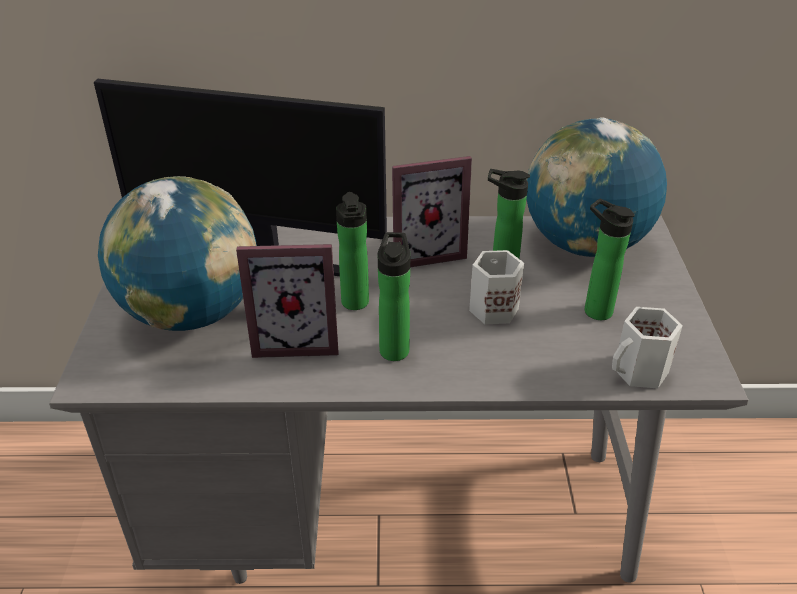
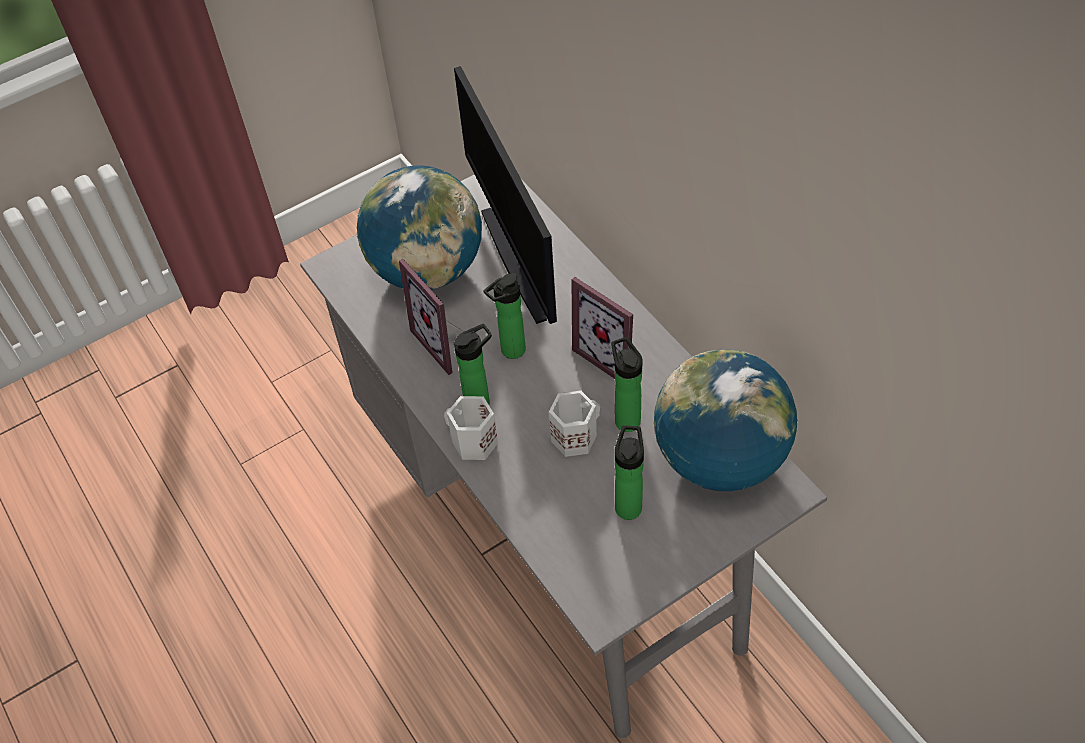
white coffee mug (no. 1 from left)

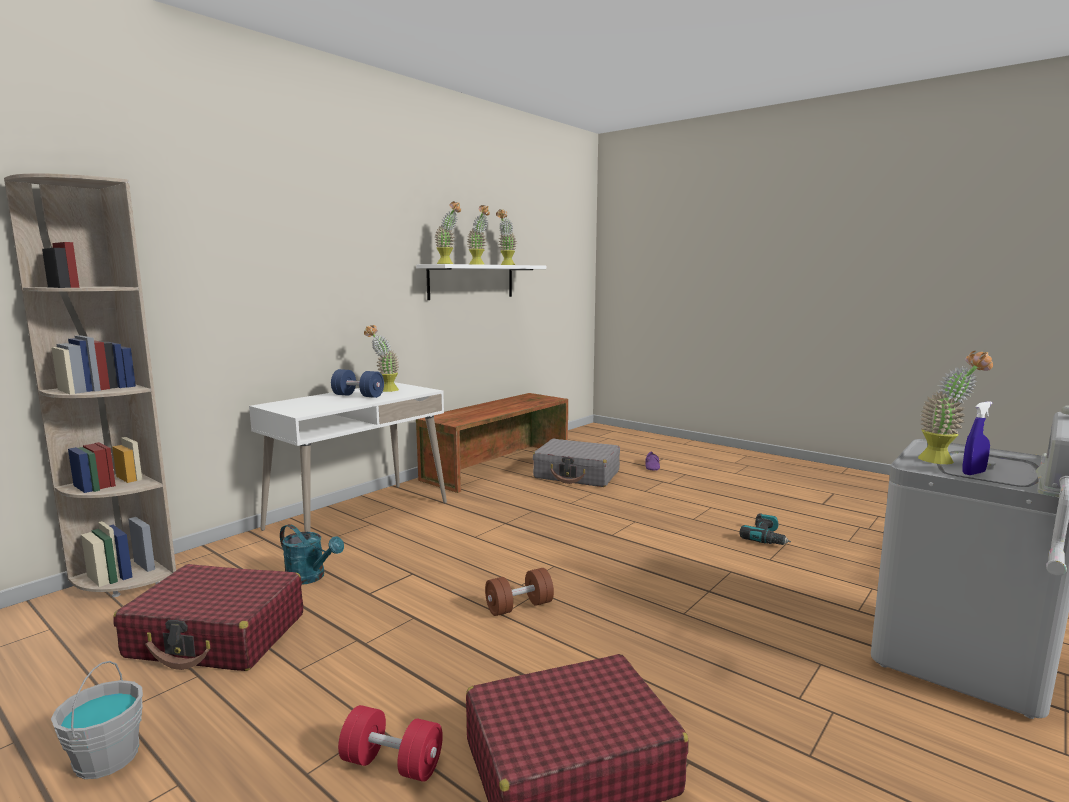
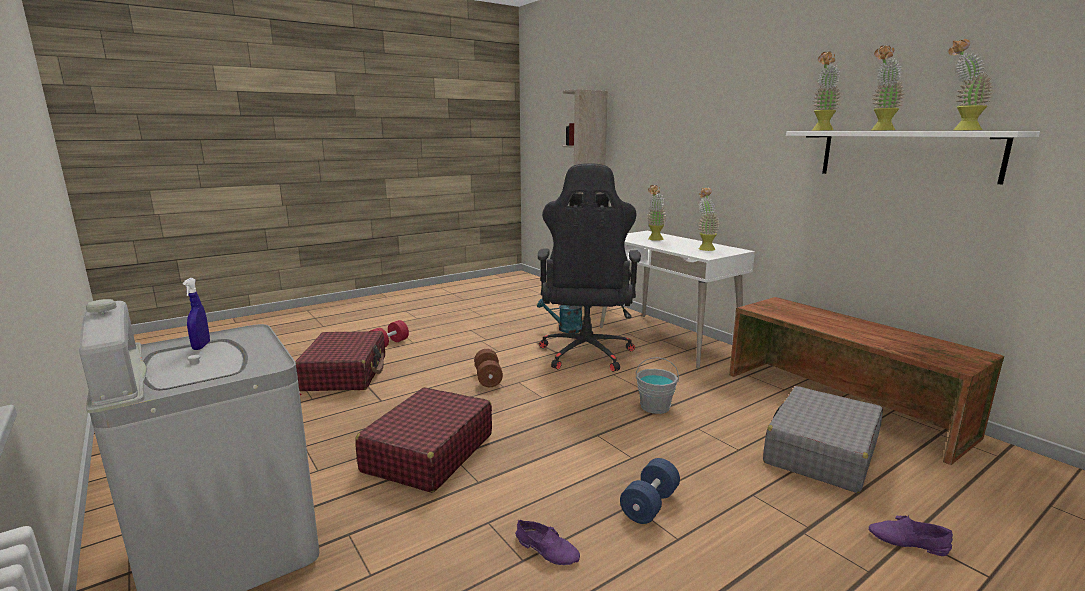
plant in a pot (no. 1 from left)
bluish hand weight
purple-coloured item of footwear (no. 1 from left)
blue-green sprinkling can
red suitcase (no. 2 from left)
greyish bucket
black-coloured computer chair

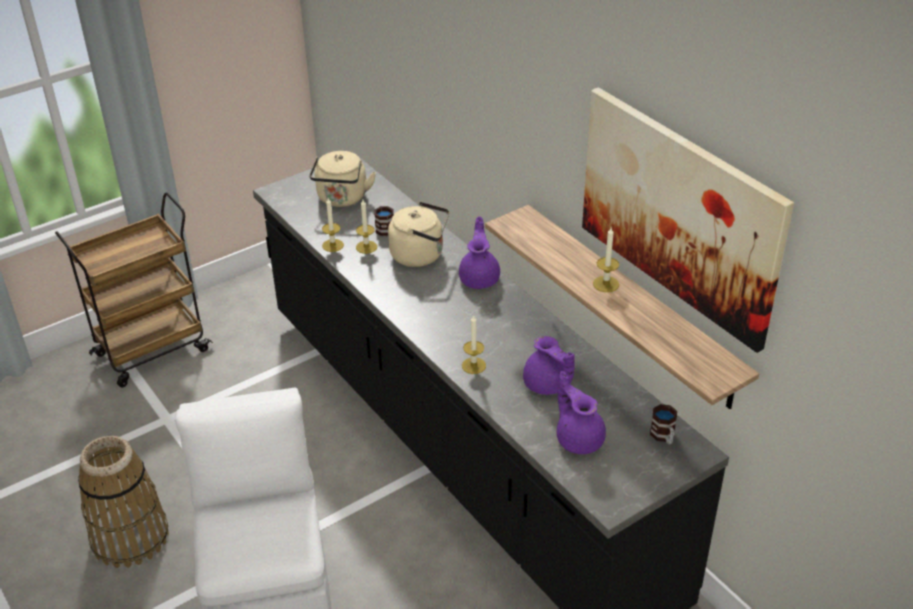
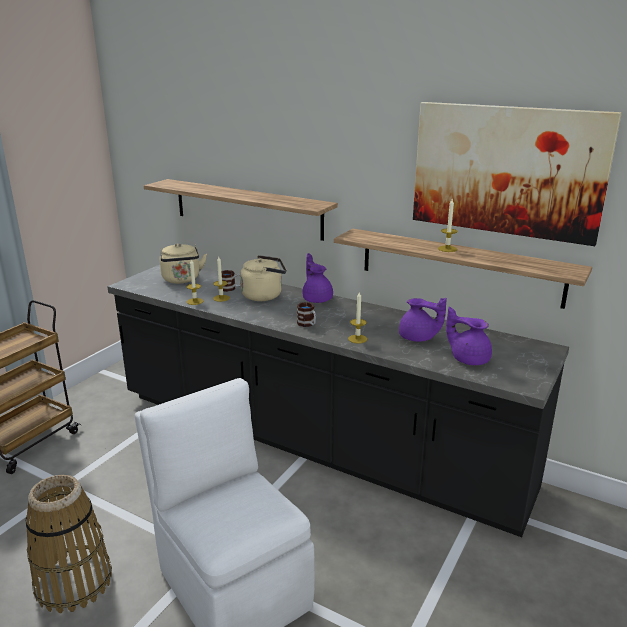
coffee mug (no. 2 from left)
shelf (no. 1 from left)

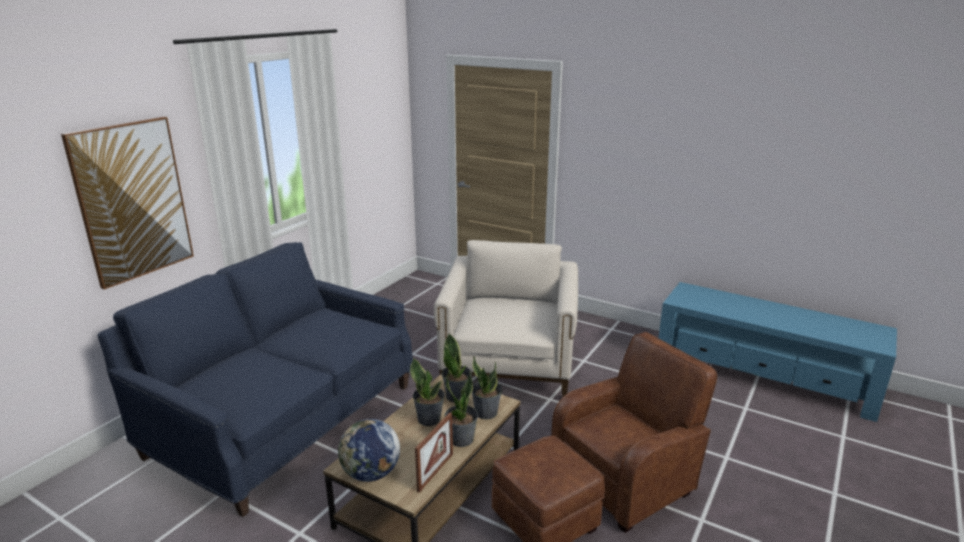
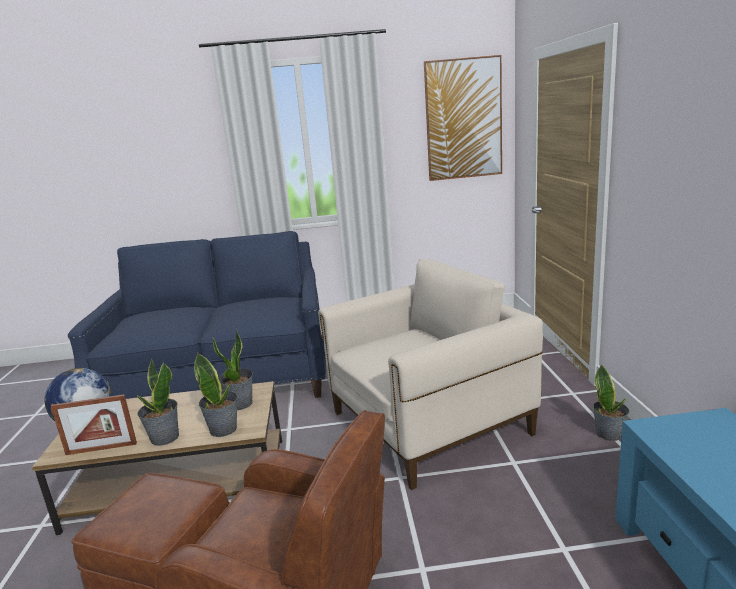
wall art
plant in a pot (no. 4 from left)

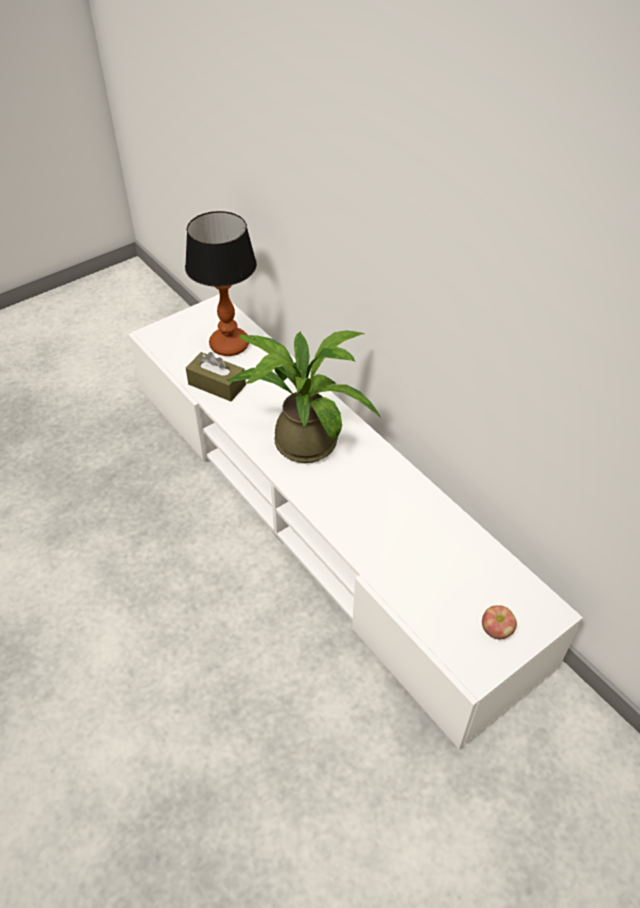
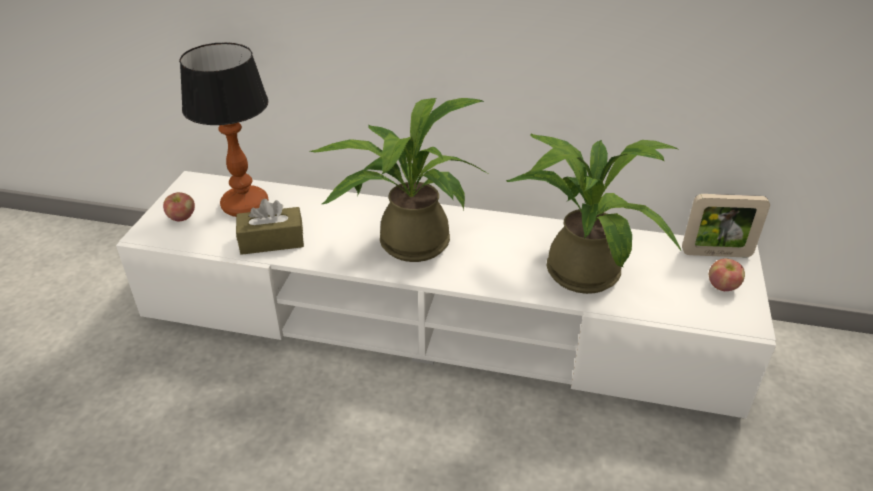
plant in a pot (no. 2 from left)
whole apple (no. 1 from left)
photo frame

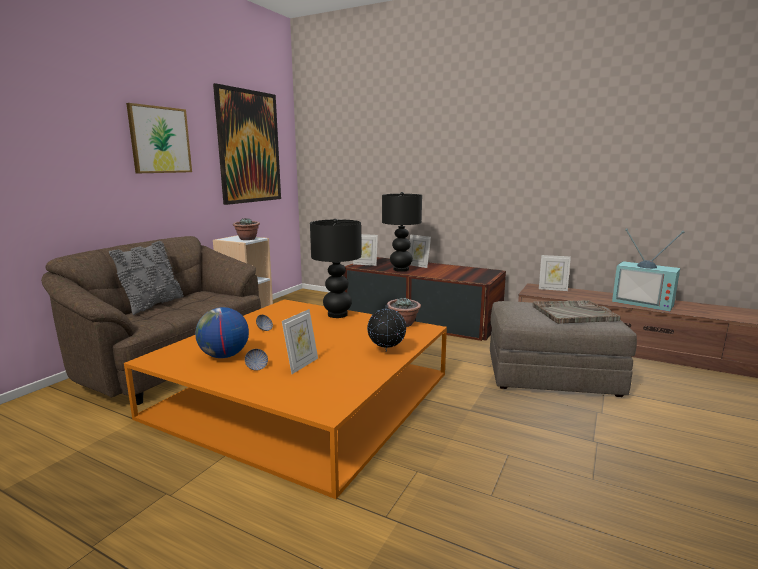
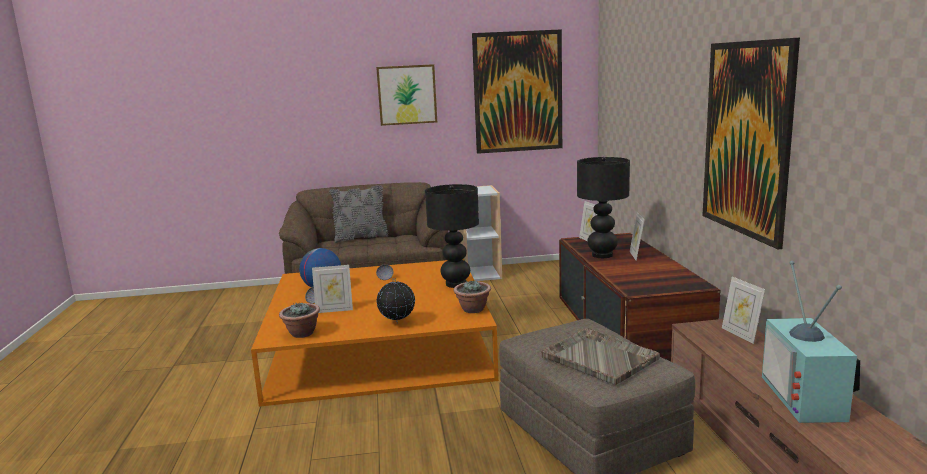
plant in a pot (no. 1 from left)
wall art (no. 3 from left)

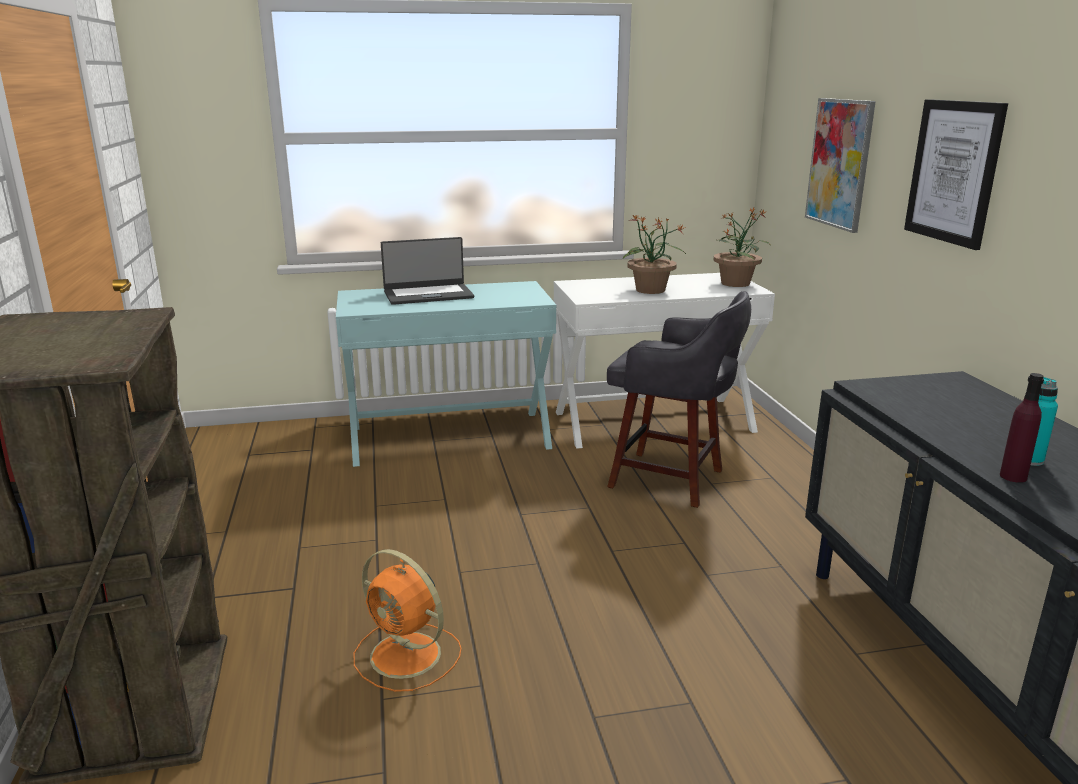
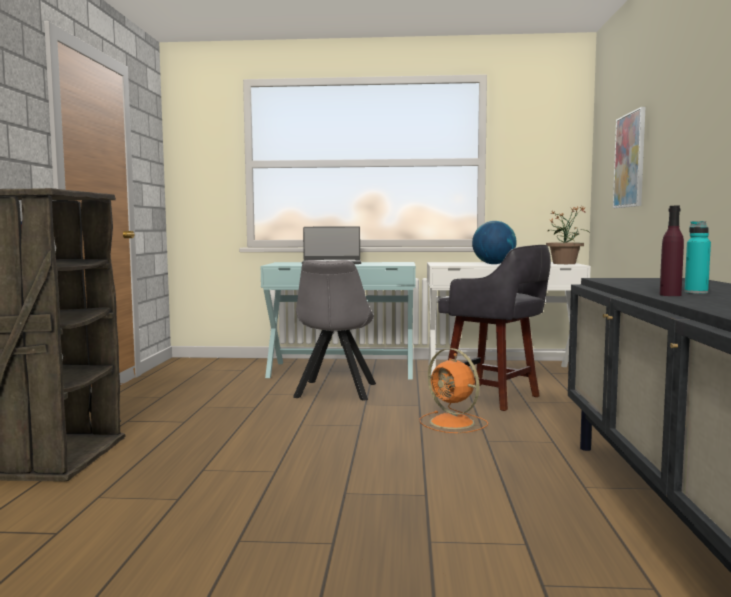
wall art (no. 2 from left in the first image)
globe
orange electric fan
greyish chair

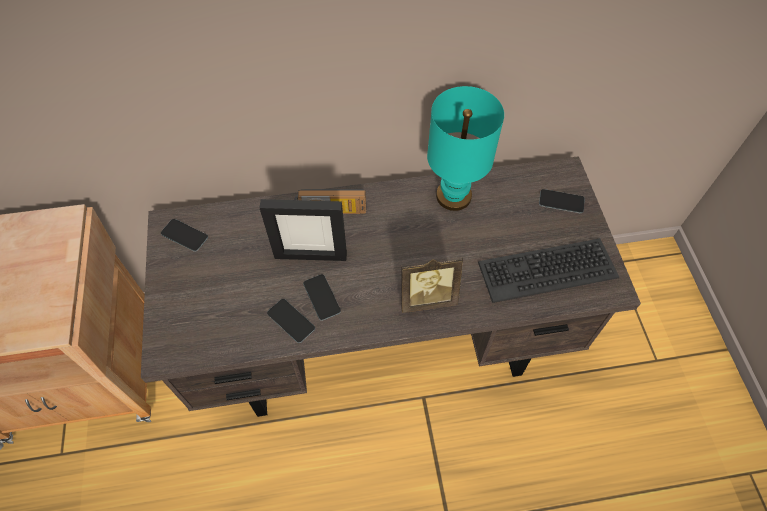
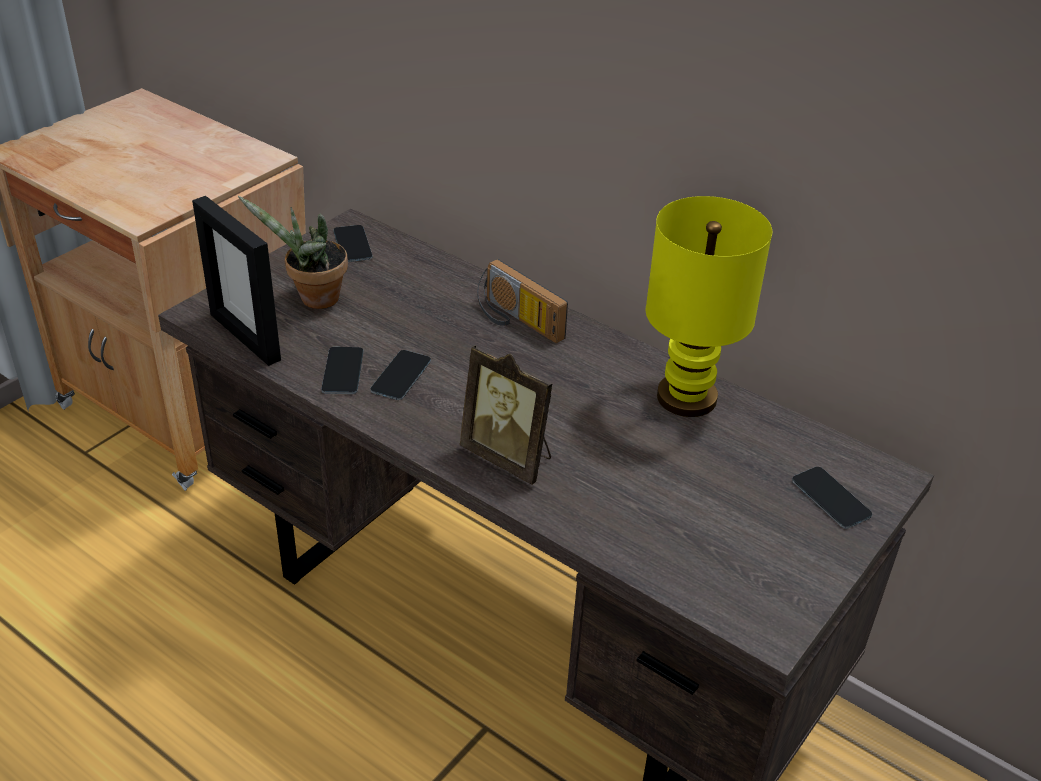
yellowish table lamp
photo frame (no. 1 from left)
PC keyboard
plant in a pot

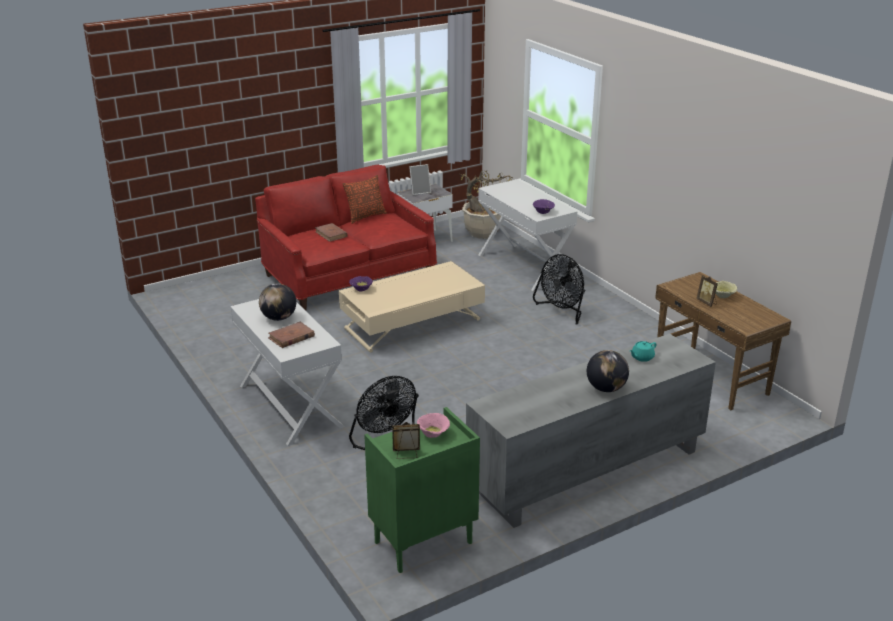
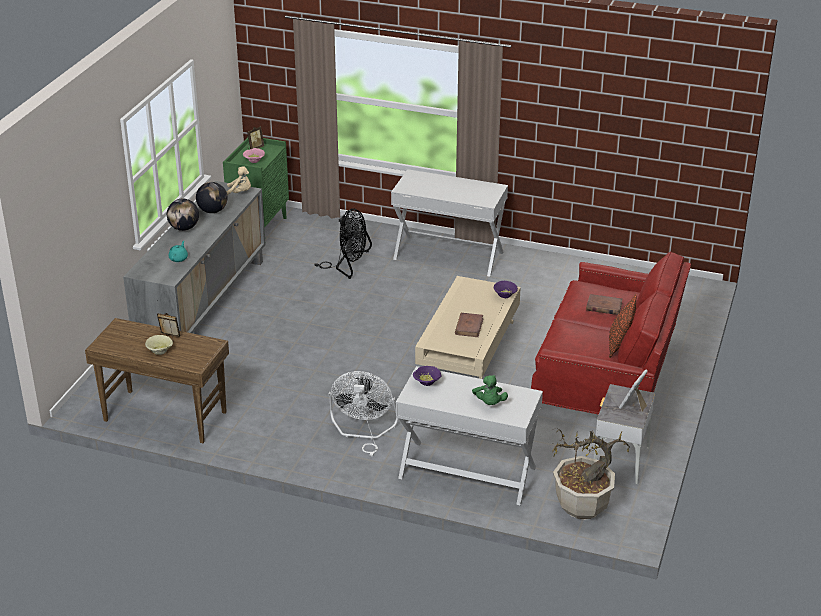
white electric fan
globe (no. 2 from left)
brown-coloured book (no. 1 from left)
beige-coloured soft toy
green-coloured soft toy

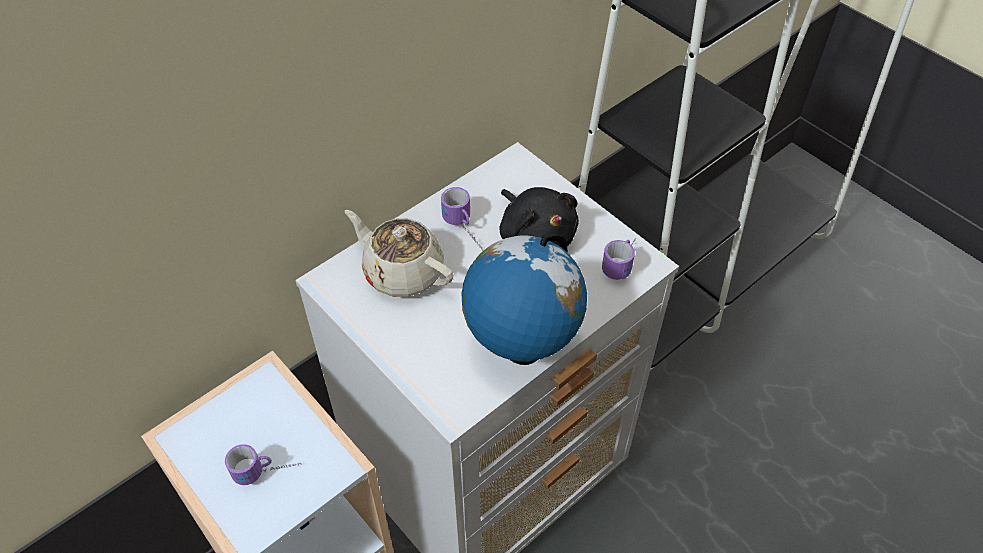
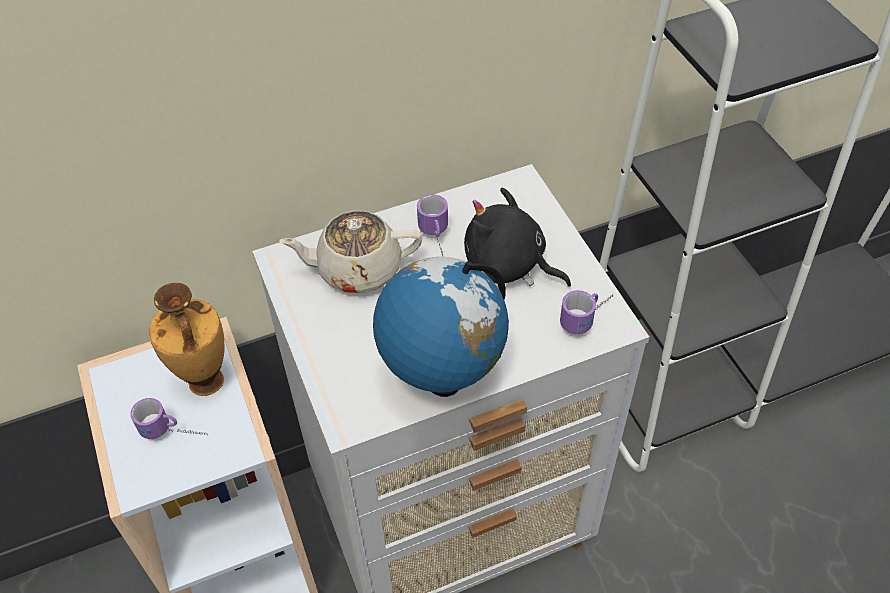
black-coloured soft toy
beige-coloured pot for tea
flower vase

